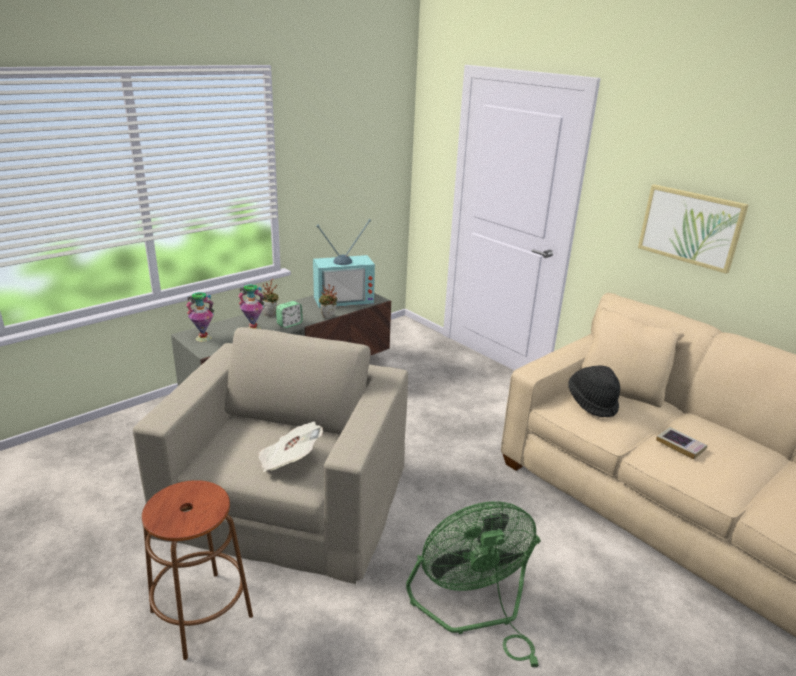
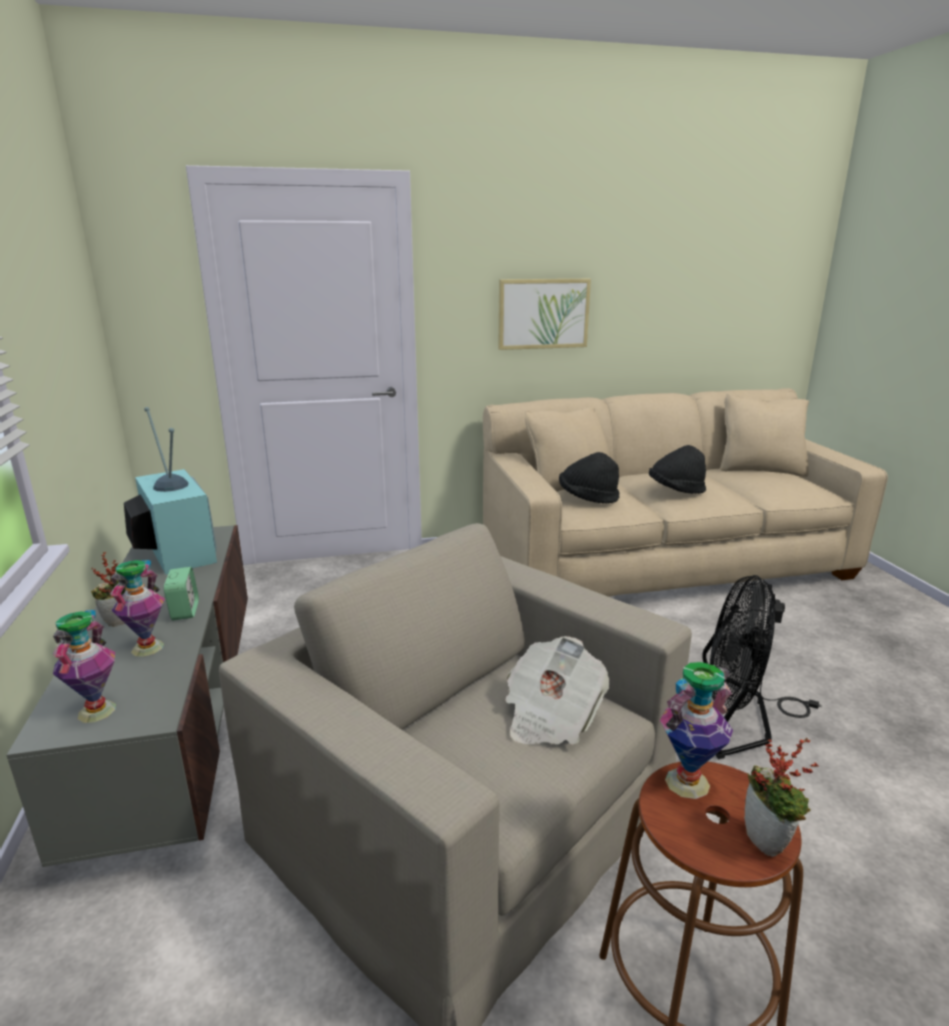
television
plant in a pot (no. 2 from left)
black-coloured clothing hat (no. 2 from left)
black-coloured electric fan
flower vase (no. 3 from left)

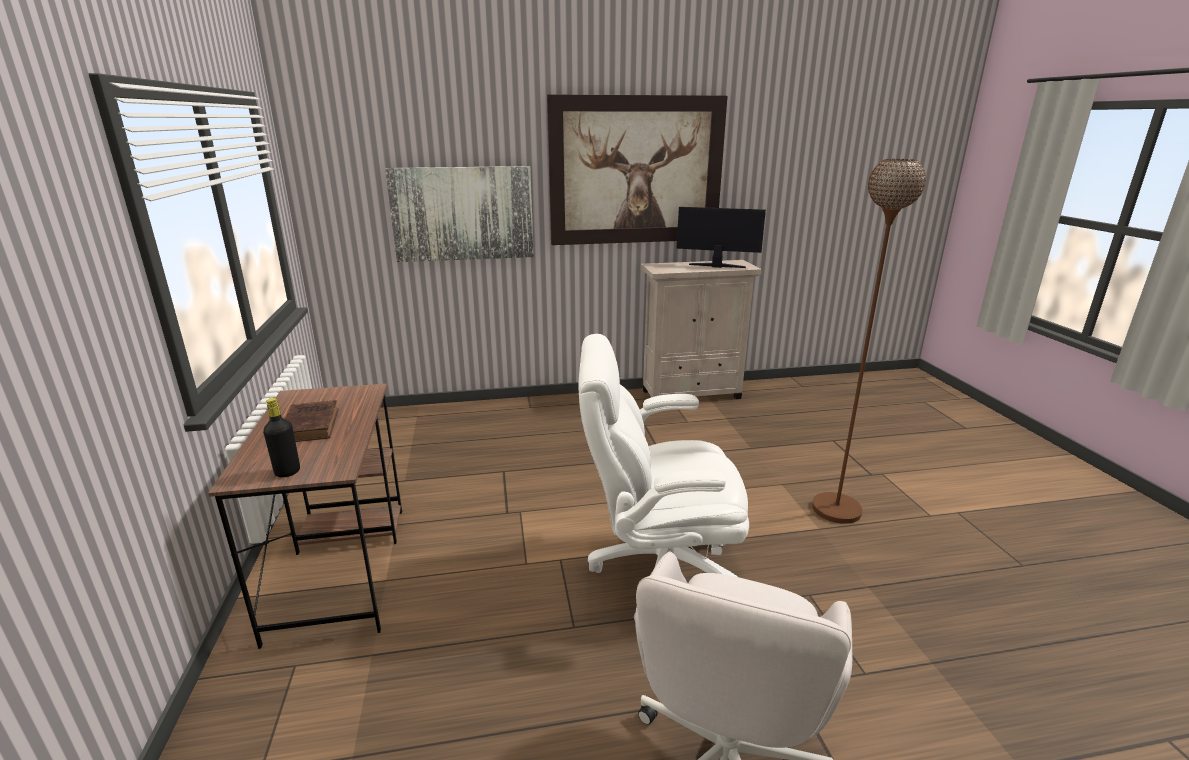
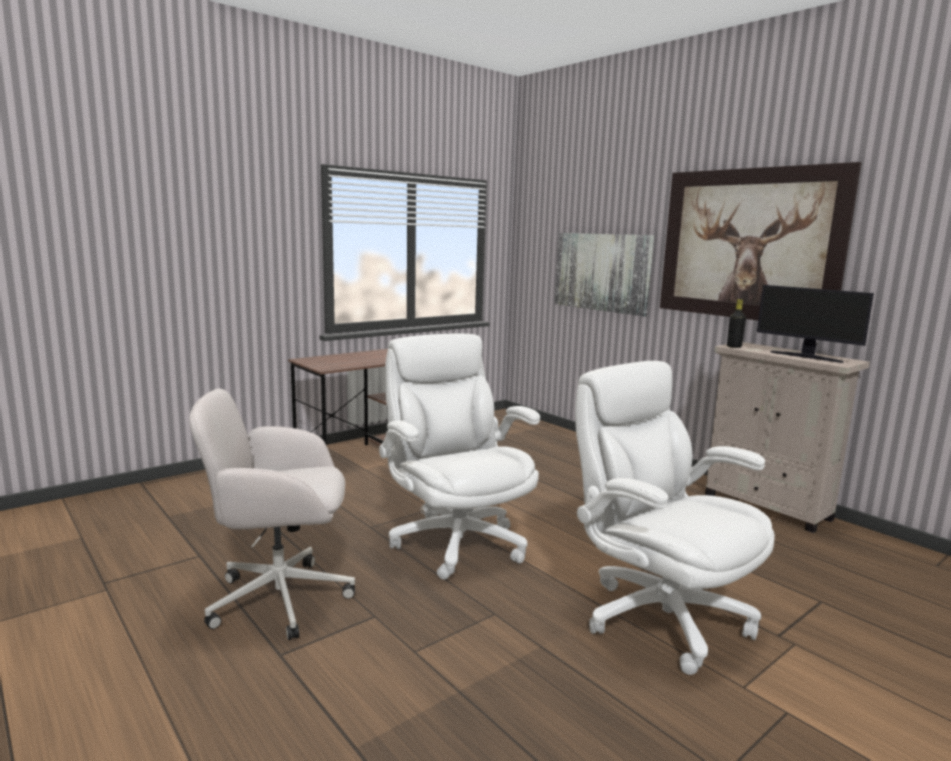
white computer chair (no. 3 from left)
computer display
black-coloured bottle
brown-coloured book

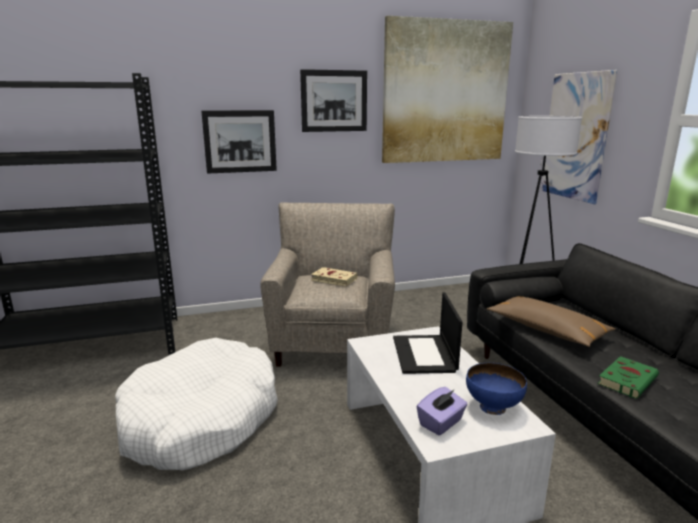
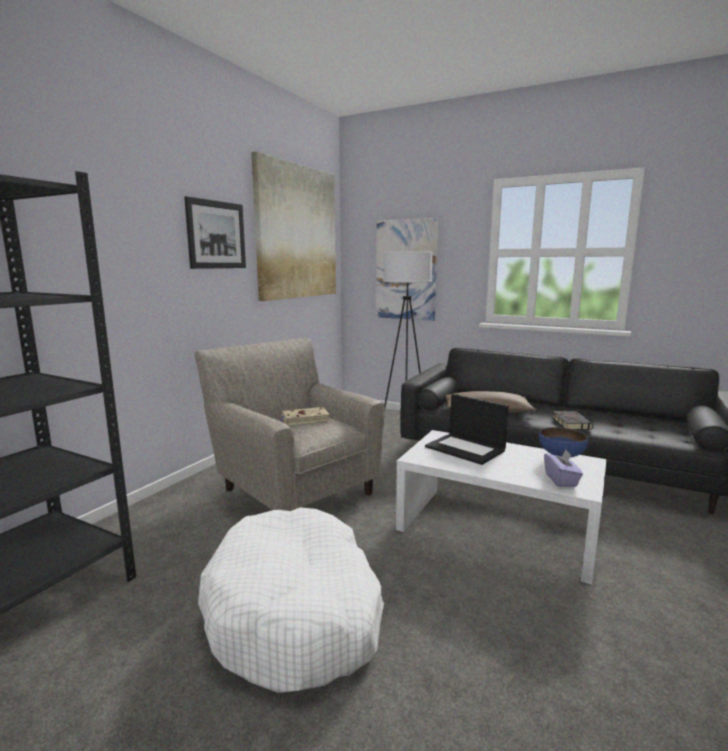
wall art (no. 1 from left in the first image)
black-coloured book

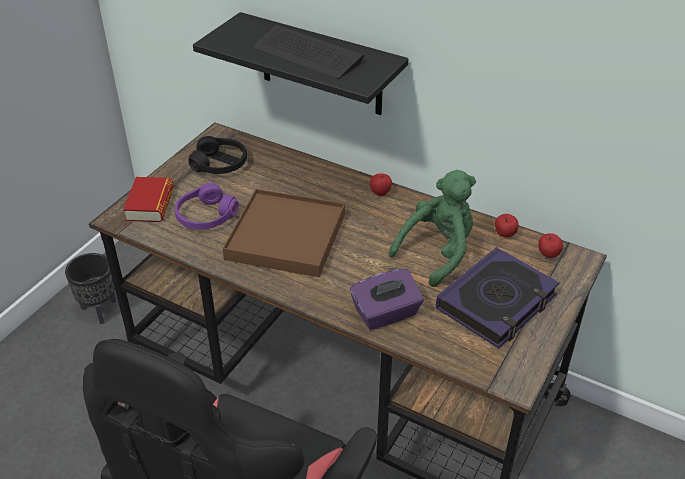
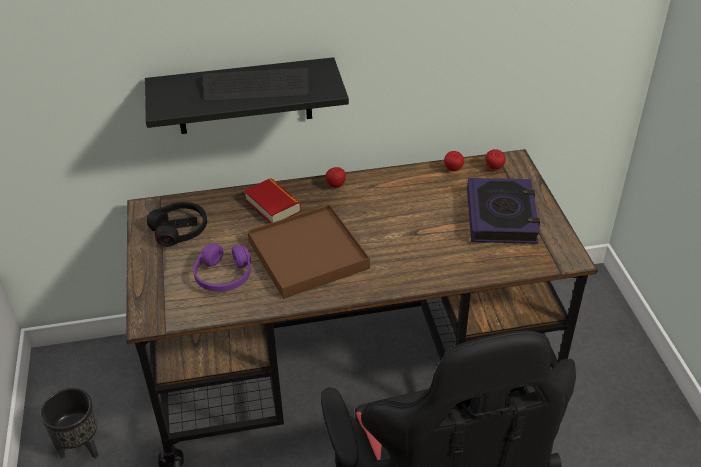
green-coloured soft toy
book (no. 1 from left)
purple-coloured tissue holder

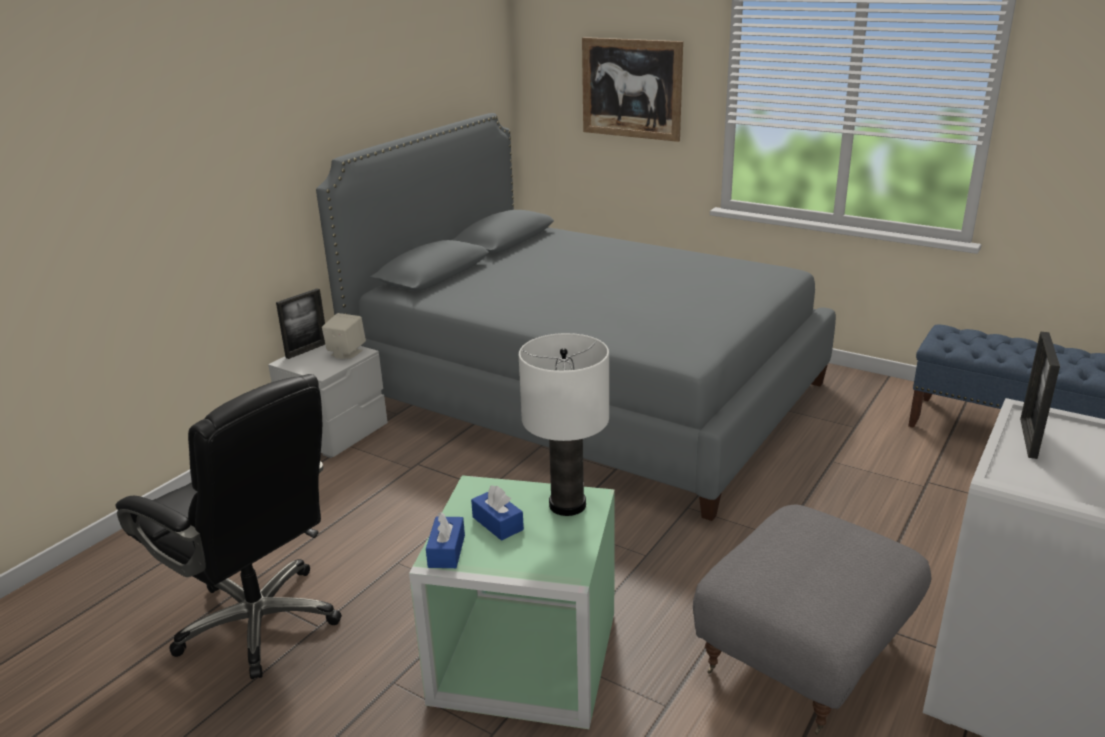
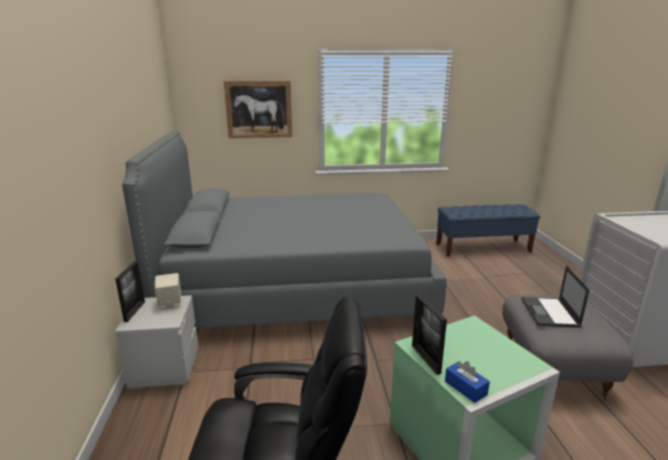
photo frame (no. 2 from left)
white table lamp
bluish tissue holder (no. 2 from left in the first image)
portable computer

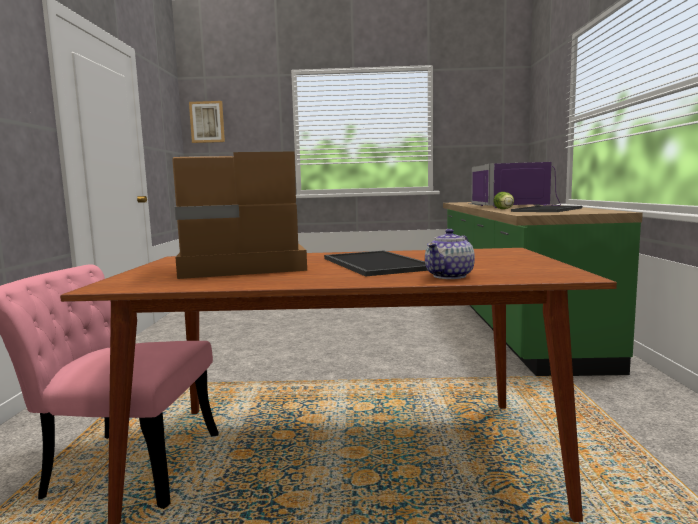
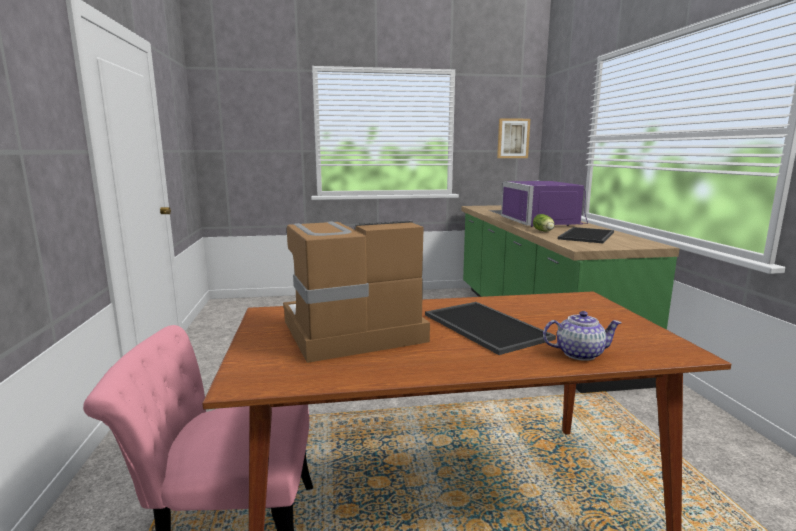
wall art
pot for tea

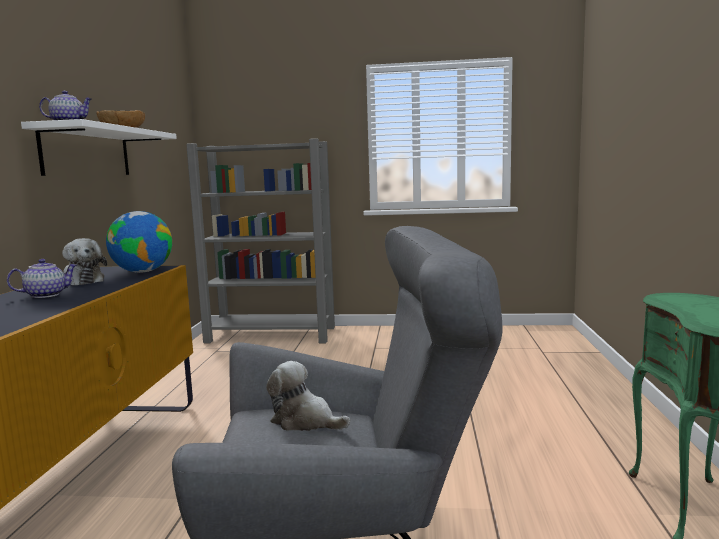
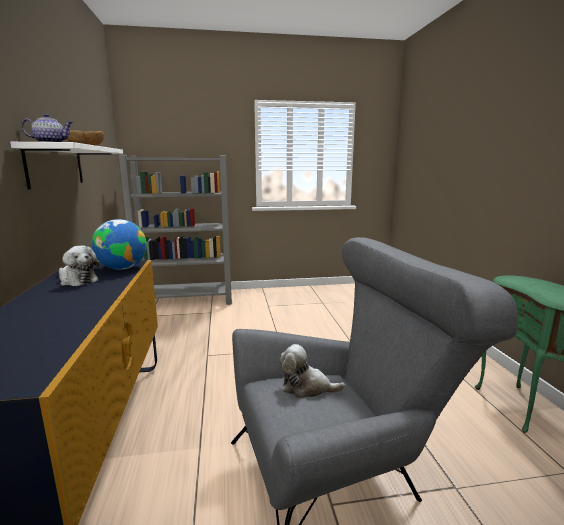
pot for tea (no. 1 from left in the first image)

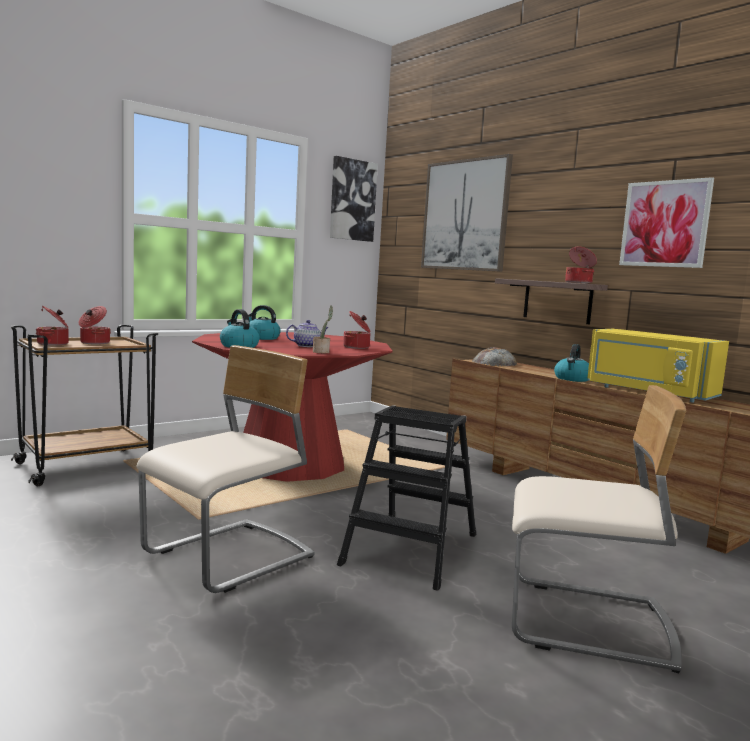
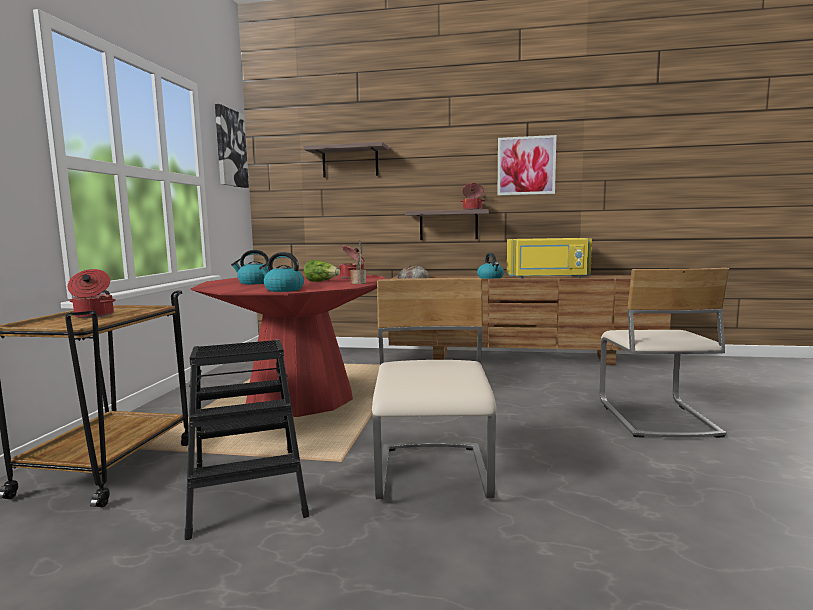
shelf (no. 1 from left)
saucepot (no. 1 from left in the first image)
head of lettuce
beige-coloured chair (no. 2 from left)
black-coloured stepladder

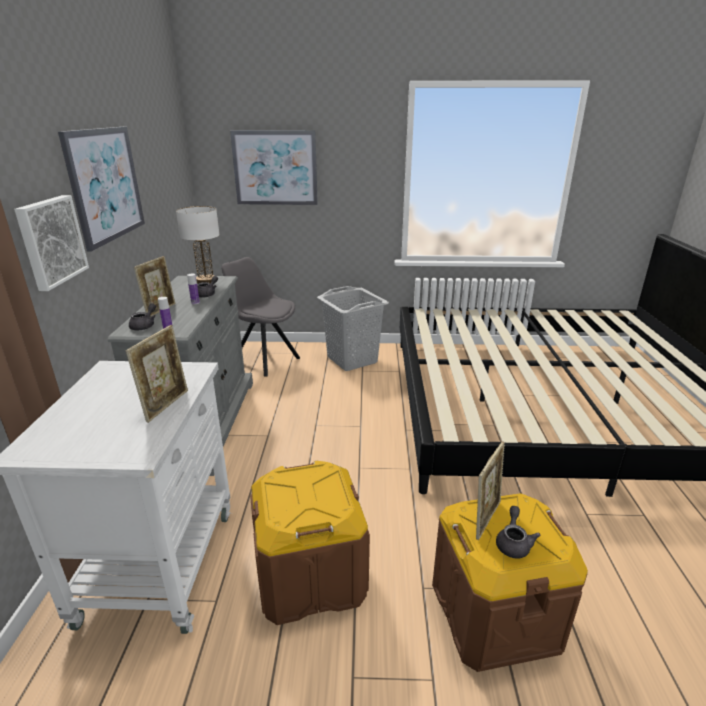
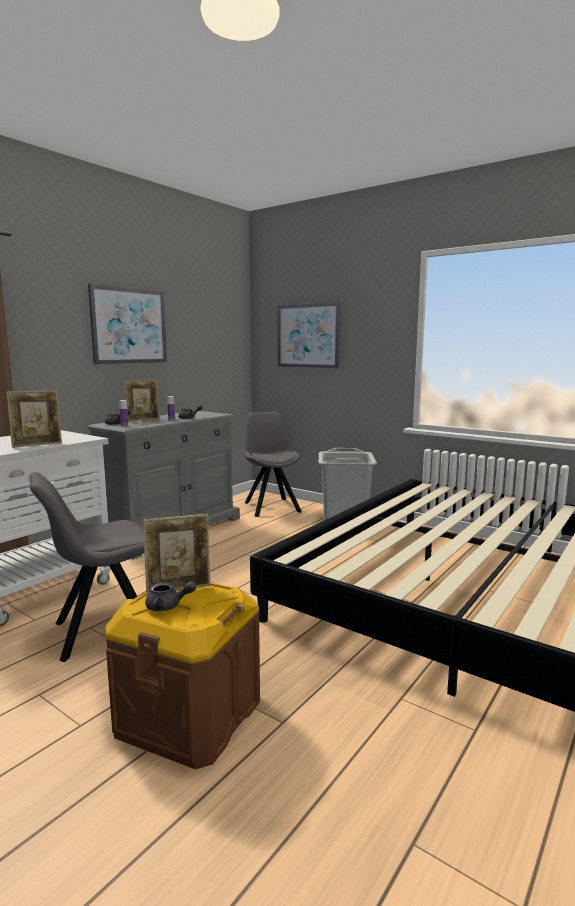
wall art (no. 1 from left in the first image)
table lamp
greyish chair (no. 1 from left)
greyish pot for tea (no. 2 from left)

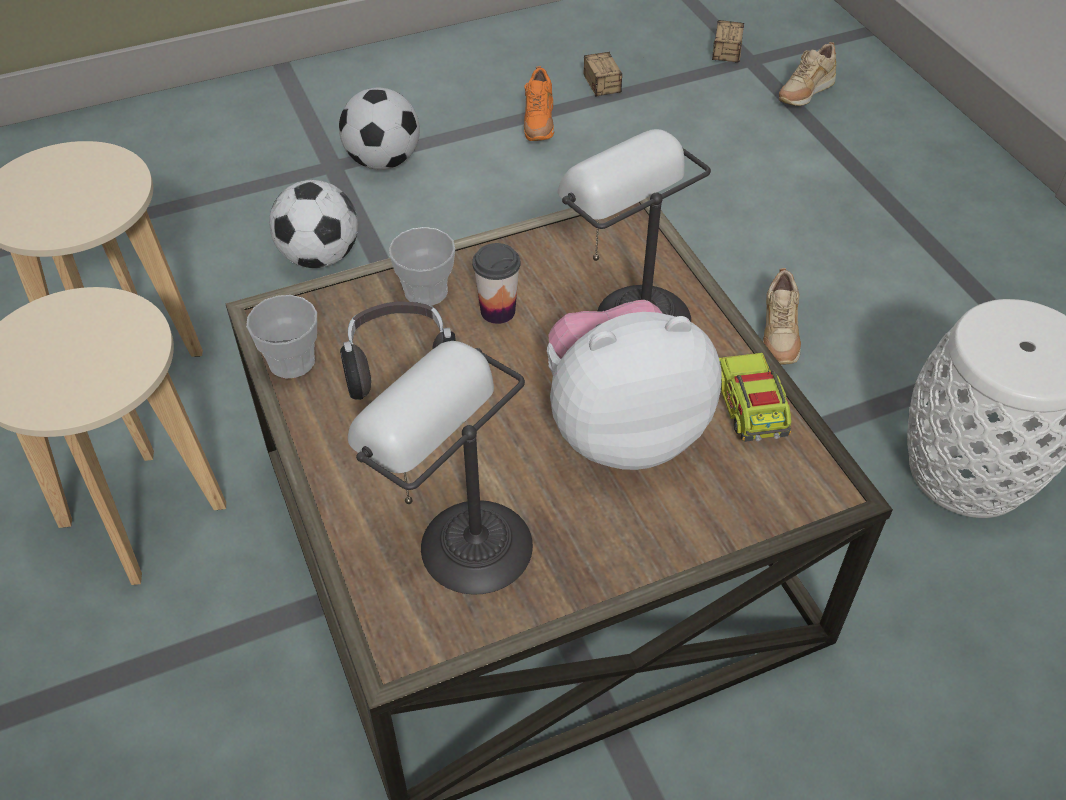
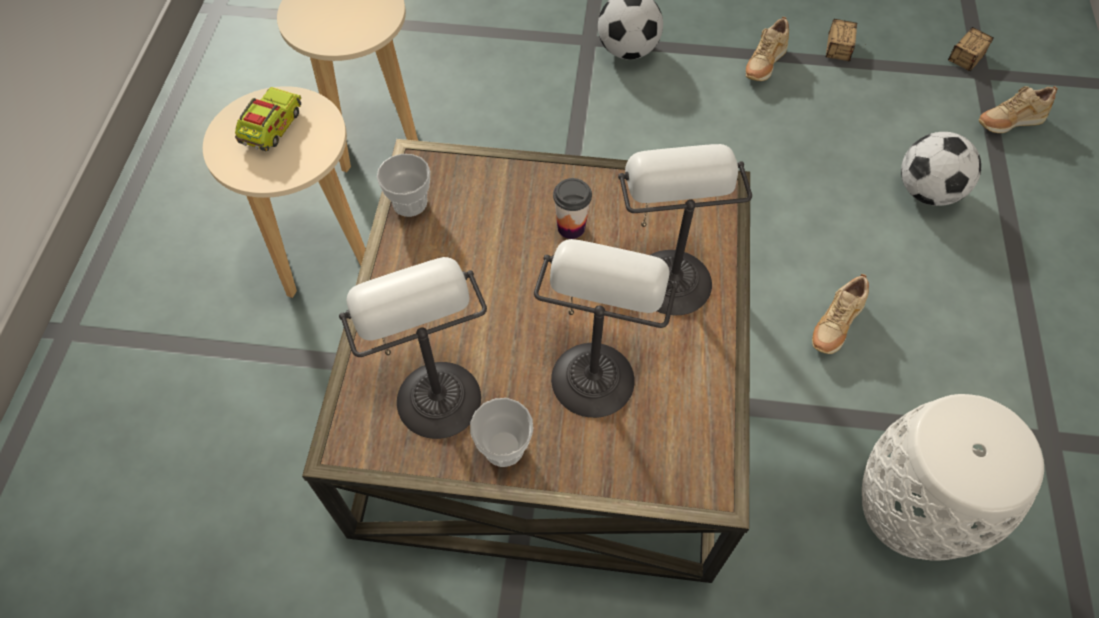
beige-coloured item of footwear (no. 1 from left)
football (no. 2 from left)
cup (no. 2 from left)
table lamp (no. 2 from left)
pair of headphones
toy lorry

